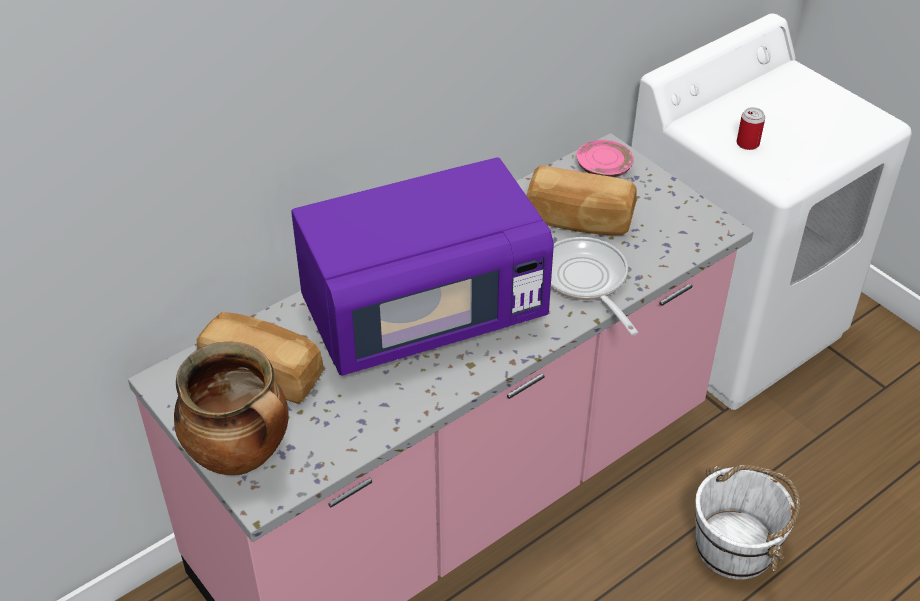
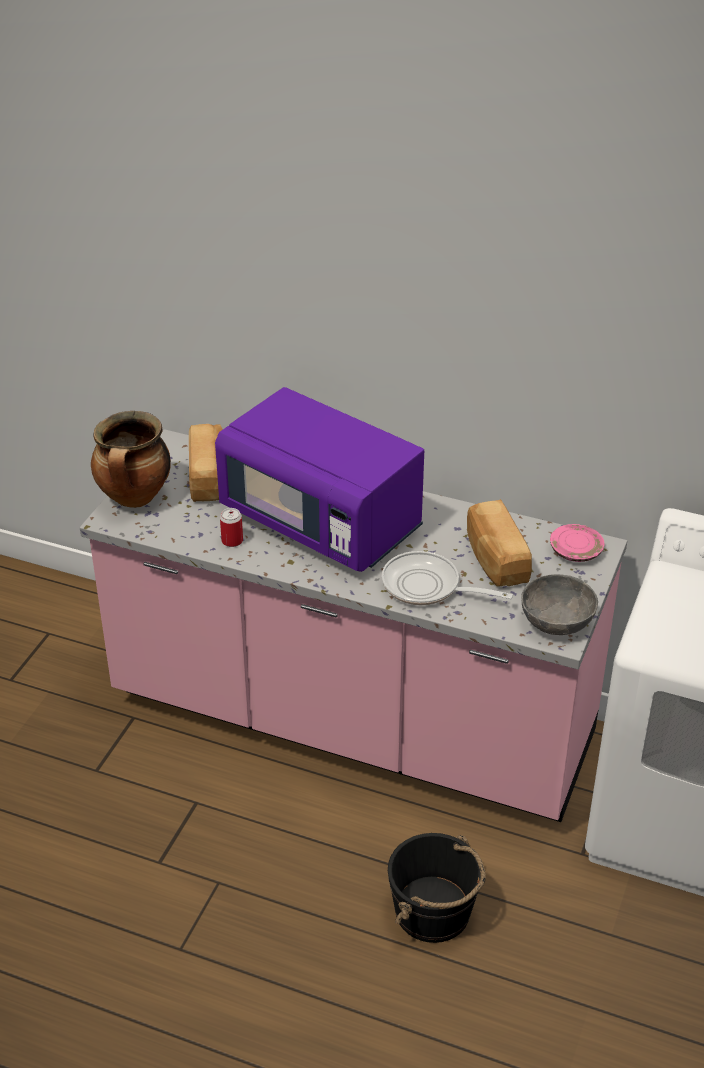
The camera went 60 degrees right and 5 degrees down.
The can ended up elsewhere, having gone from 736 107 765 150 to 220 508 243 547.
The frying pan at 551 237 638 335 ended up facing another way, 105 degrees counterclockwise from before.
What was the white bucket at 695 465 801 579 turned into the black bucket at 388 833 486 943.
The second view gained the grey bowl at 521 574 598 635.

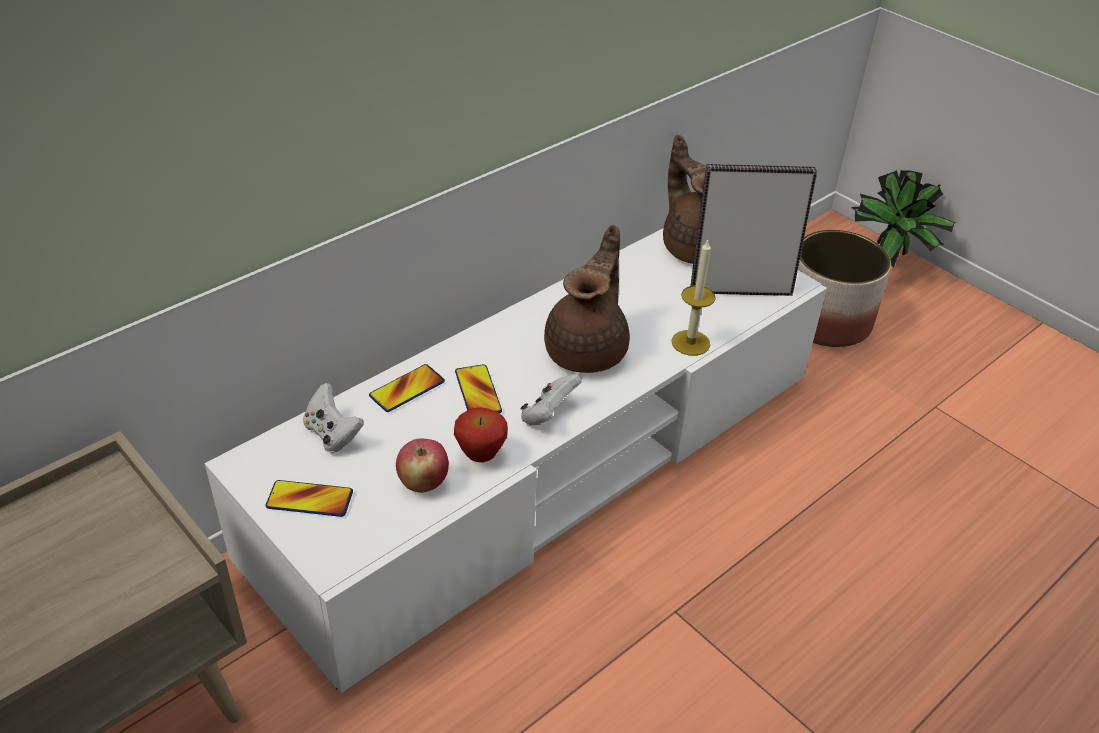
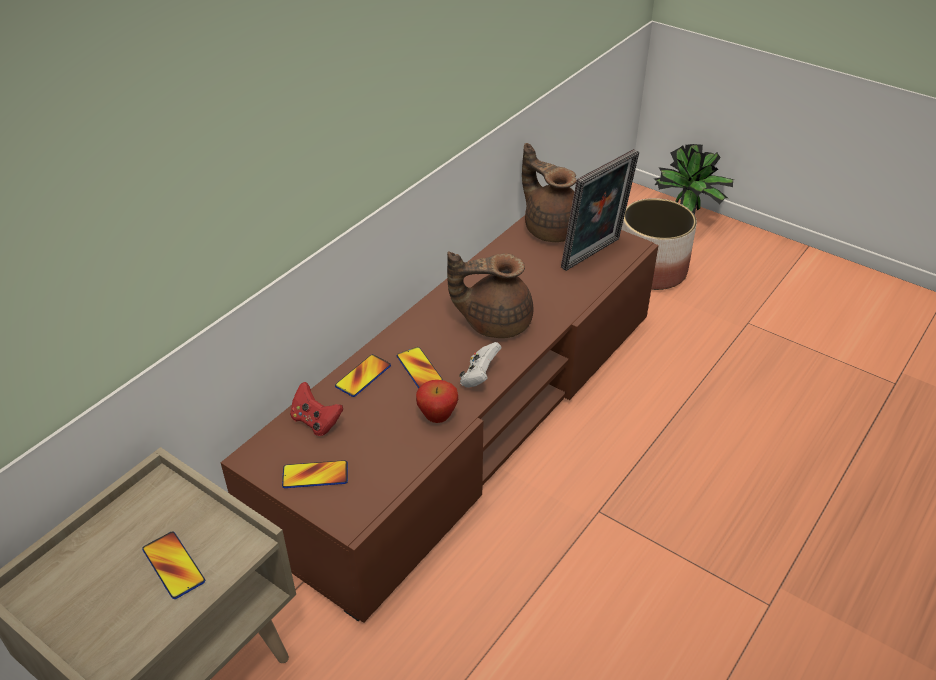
The camera went 10 degrees left and 0 degrees up.
The picture frame at 690 164 817 296 ended up facing another way, 150 degrees clockwise from before.
The brown teapot at 544 225 630 373 ended up facing another way, 105 degrees counterclockwise from before.
What was the white tv stand at 205 228 827 693 turned into the brown tv stand at 221 215 659 623.
The second view lost the candle at 671 239 716 356.
What was the white game controller at 303 383 364 453 turned into the red game controller at 290 382 343 436.
The second view lost the apple at 396 439 449 493.
The second view gained the phone at 142 532 205 599.

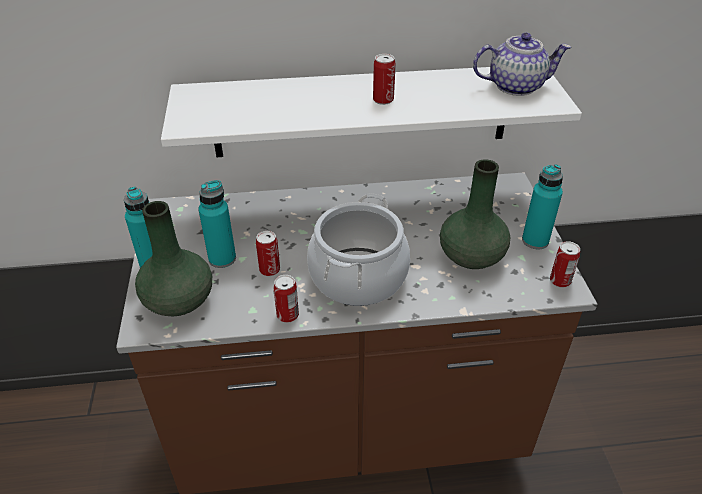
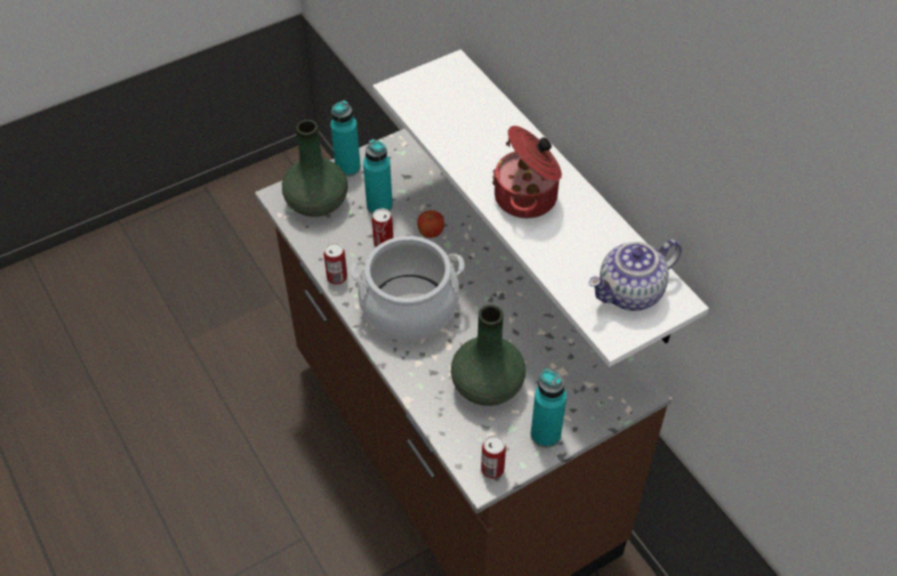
The camera went 65 degrees right and 10 degrees up.
The teapot at 473 33 571 96 ended up facing another way, 90 degrees clockwise from before.
Where the can stood at 373 54 396 105, the cooking pot came to stand at 492 126 562 218.
The second view gained the apple at 417 210 444 238.

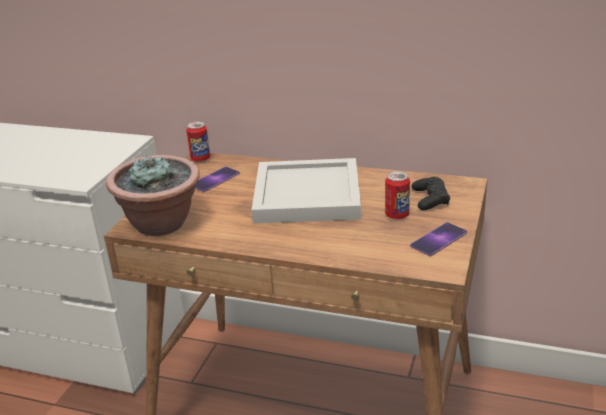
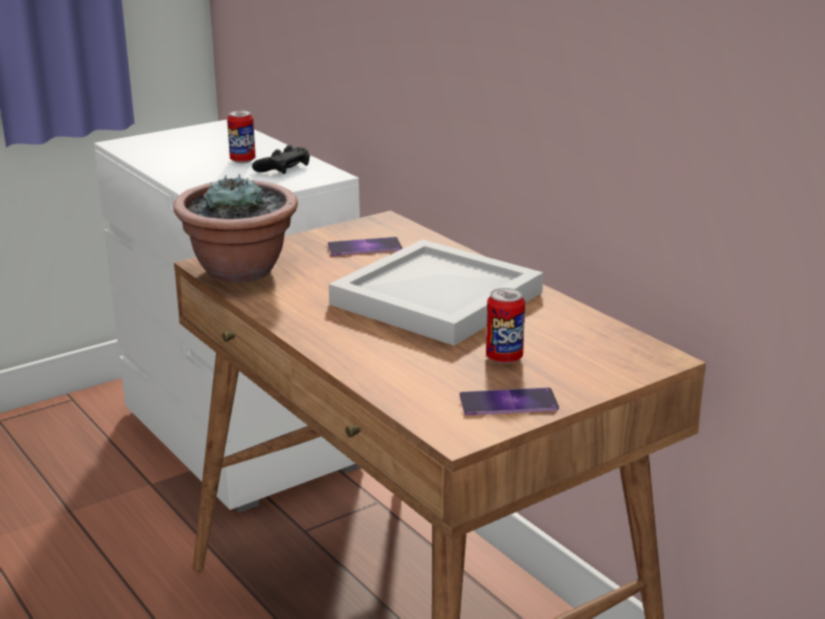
The camera went 35 degrees right and 5 degrees down.
The can ended up elsewhere, having gone from 186 122 210 162 to 227 110 256 163.
The black game controller ended up elsewhere, having gone from 411 177 450 210 to 252 145 310 174.

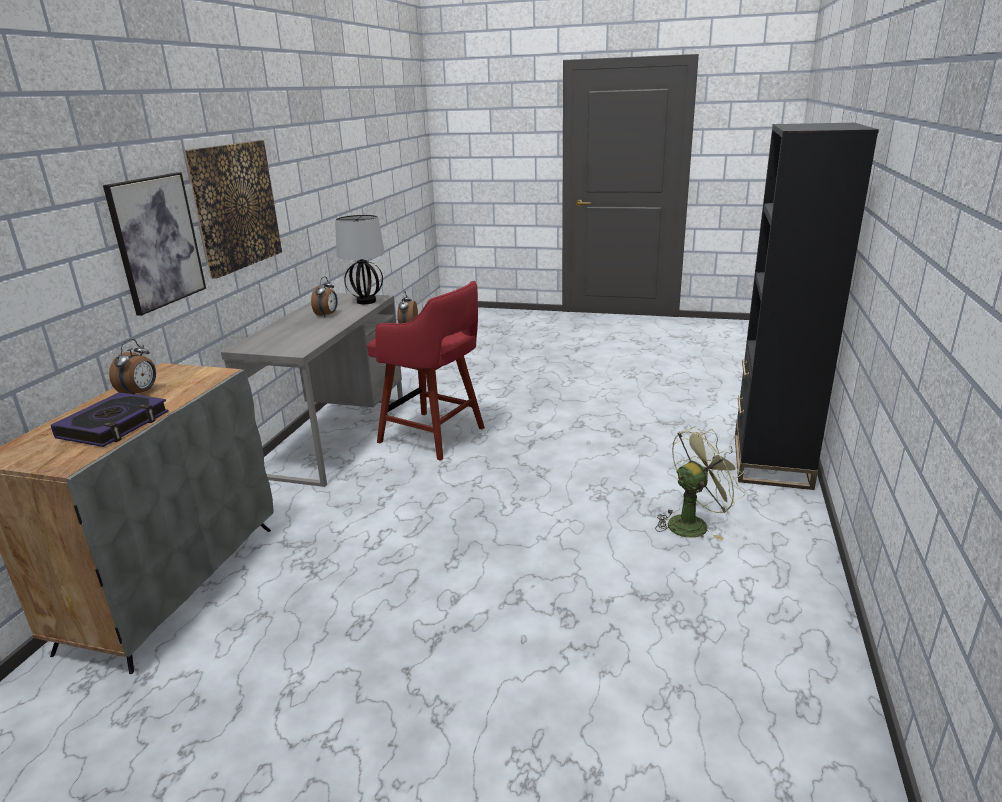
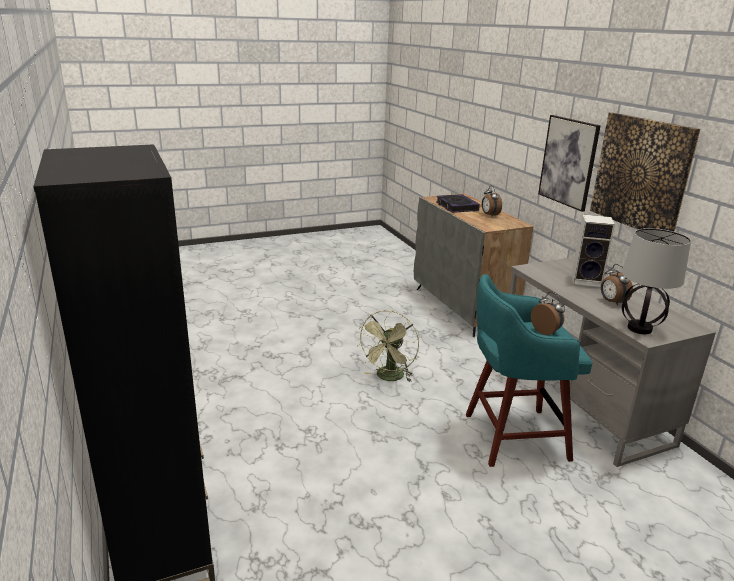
The camera went 140 degrees right and 0 degrees up.
What was the red stool at 367 281 485 461 turned into the turquoise stool at 466 274 592 467.
The green fan ended up elsewhere, having gone from 655 427 745 540 to 357 310 419 382.
The second view gained the speaker at 571 215 615 288.

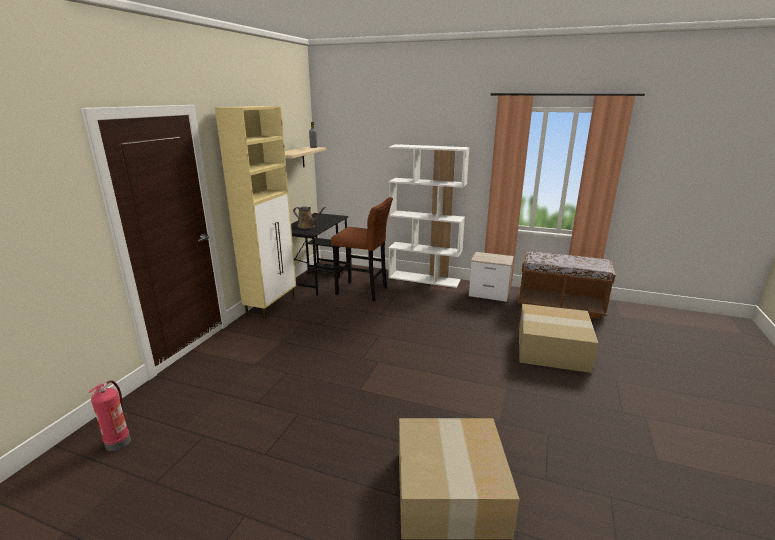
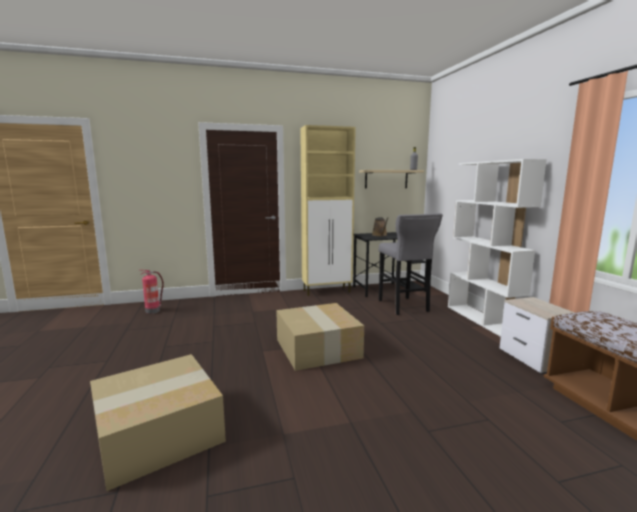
The camera went 55 degrees right and 10 degrees down.
What was the brown stool at 331 197 393 301 turned into the grey stool at 379 213 443 315.
The cardboard box ended up elsewhere, having gone from 519 304 598 373 to 276 303 364 371.

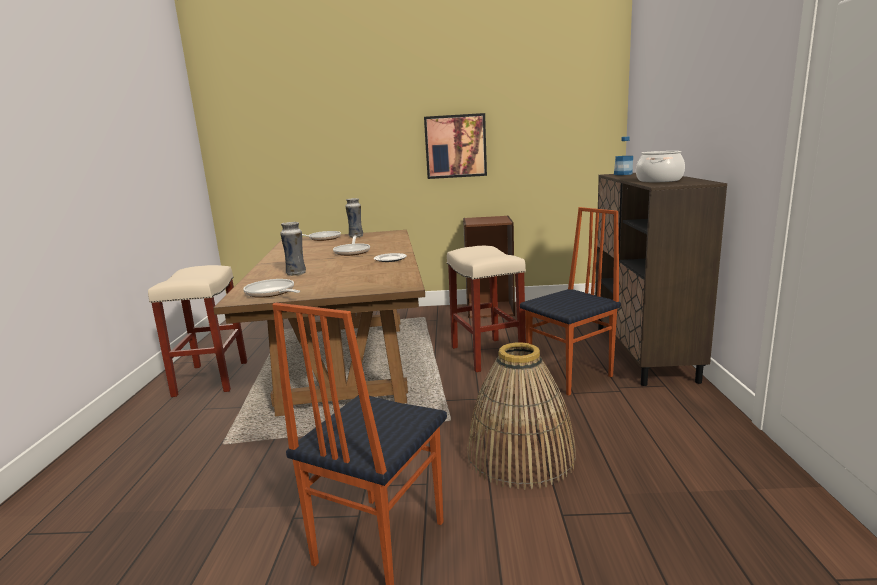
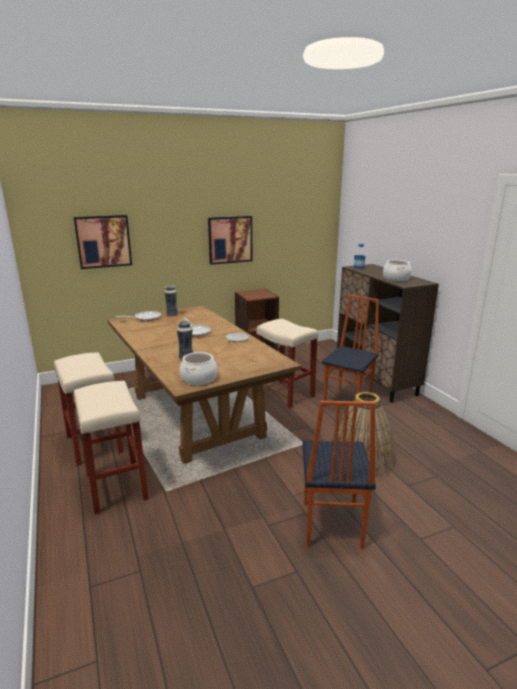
The camera went 25 degrees left and 5 degrees up.
Where the frying pan stood at 243 279 300 298, the cooking pot came to stand at 180 352 217 385.
The second view gained the picture at 74 215 132 269.
The second view gained the beige stool at 74 381 149 514.

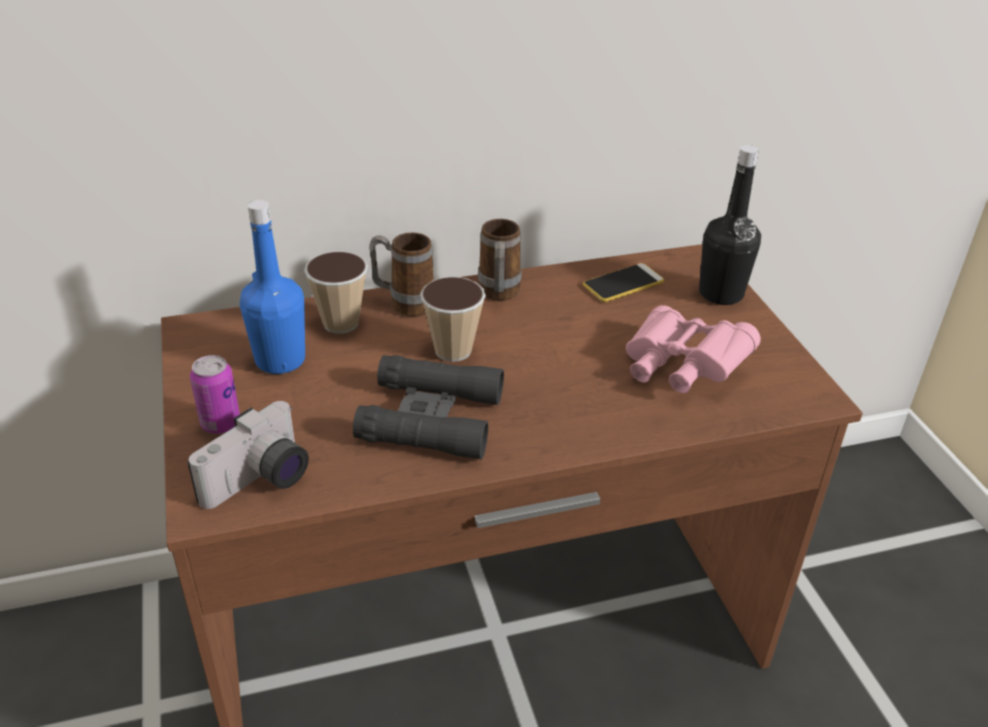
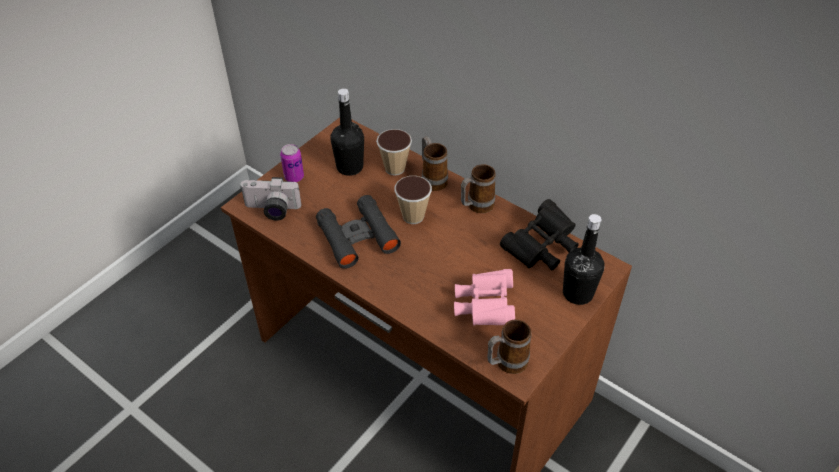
The camera went 55 degrees right and 10 degrees up.
What was the blue bottle at 240 200 305 374 turned into the black bottle at 331 88 364 176.
Where the phone stood at 583 263 664 302, the black binoculars came to stand at 500 199 579 270.
The second view gained the mug at 487 319 531 374.

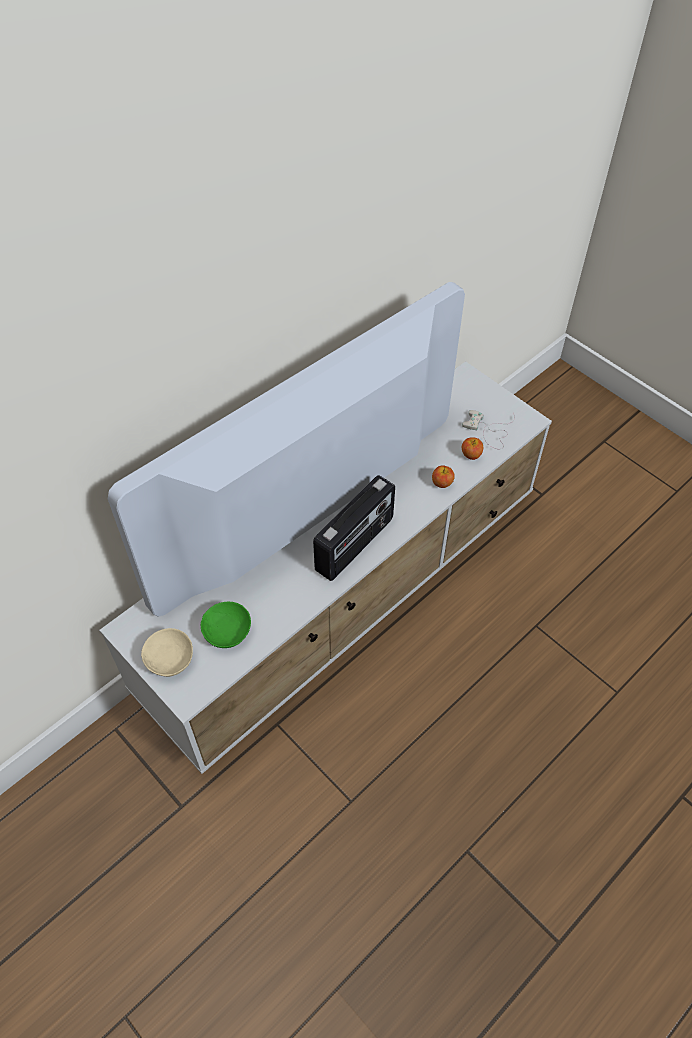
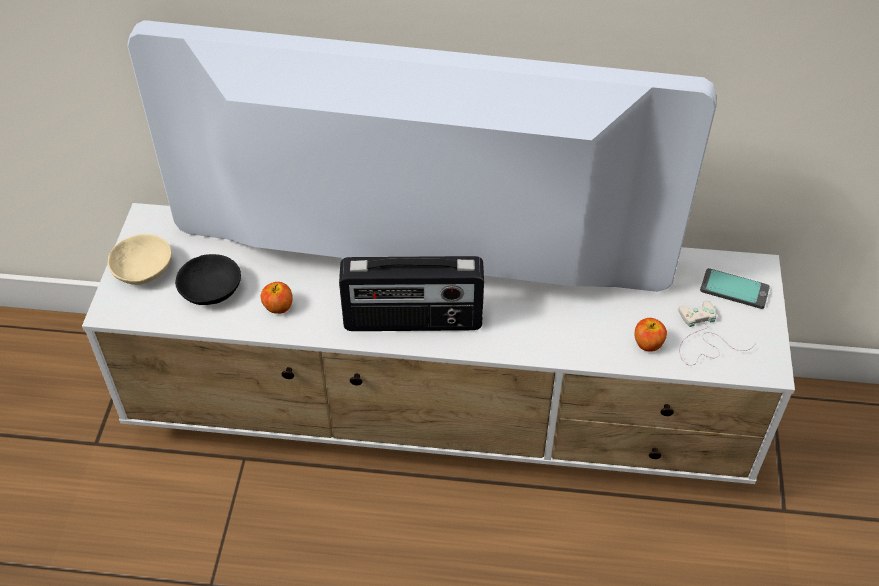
The camera went 50 degrees right and 5 degrees down.
The apple ended up elsewhere, having gone from 432 466 455 488 to 261 282 293 314.
What was the green bowl at 201 602 251 648 turned into the black bowl at 175 254 241 305.
The second view gained the phone at 700 268 770 309.

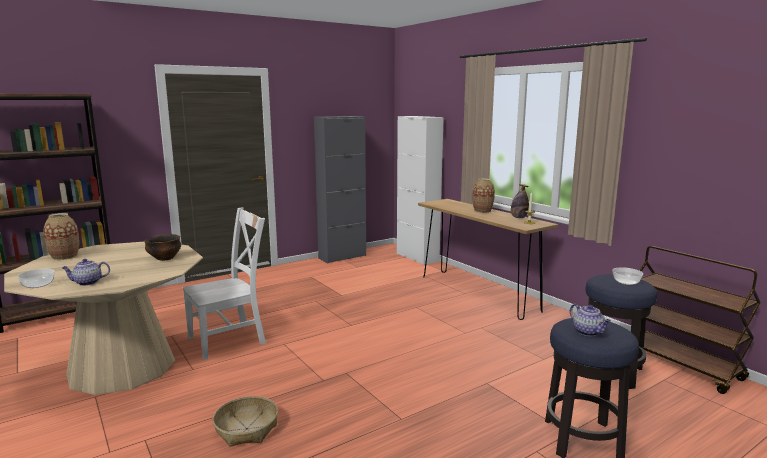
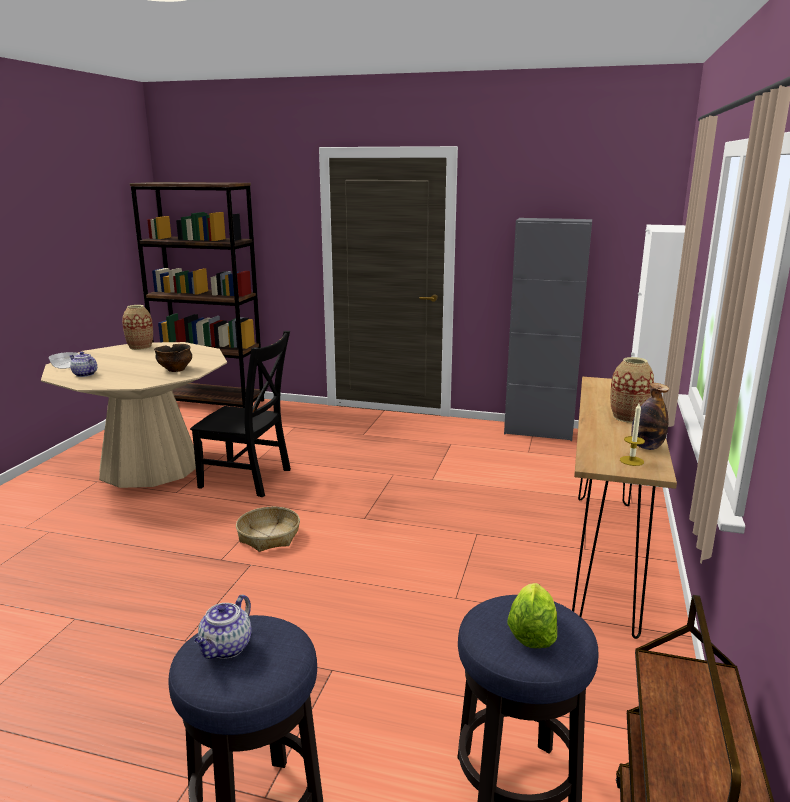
The camera went 50 degrees right and 5 degrees up.
What was the white chair at 182 207 266 360 turned into the black chair at 190 331 291 497.
Where the bowl stood at 612 267 643 285, the lettuce came to stand at 508 583 557 648.
The basket ended up elsewhere, having gone from 213 396 278 447 to 236 507 300 552.

